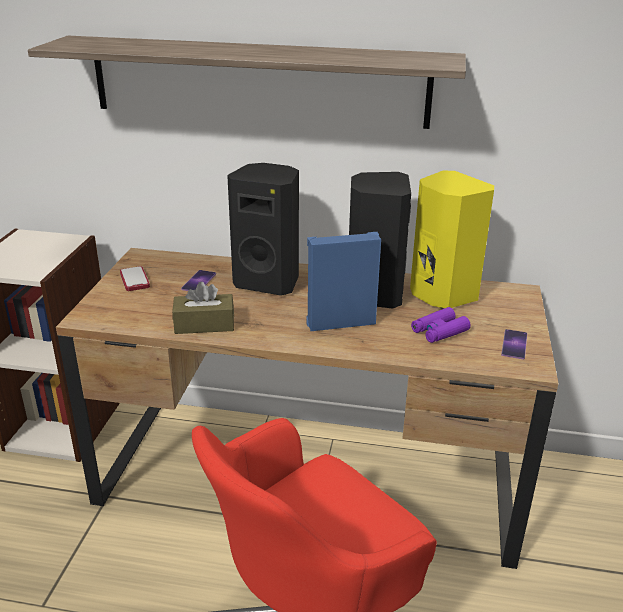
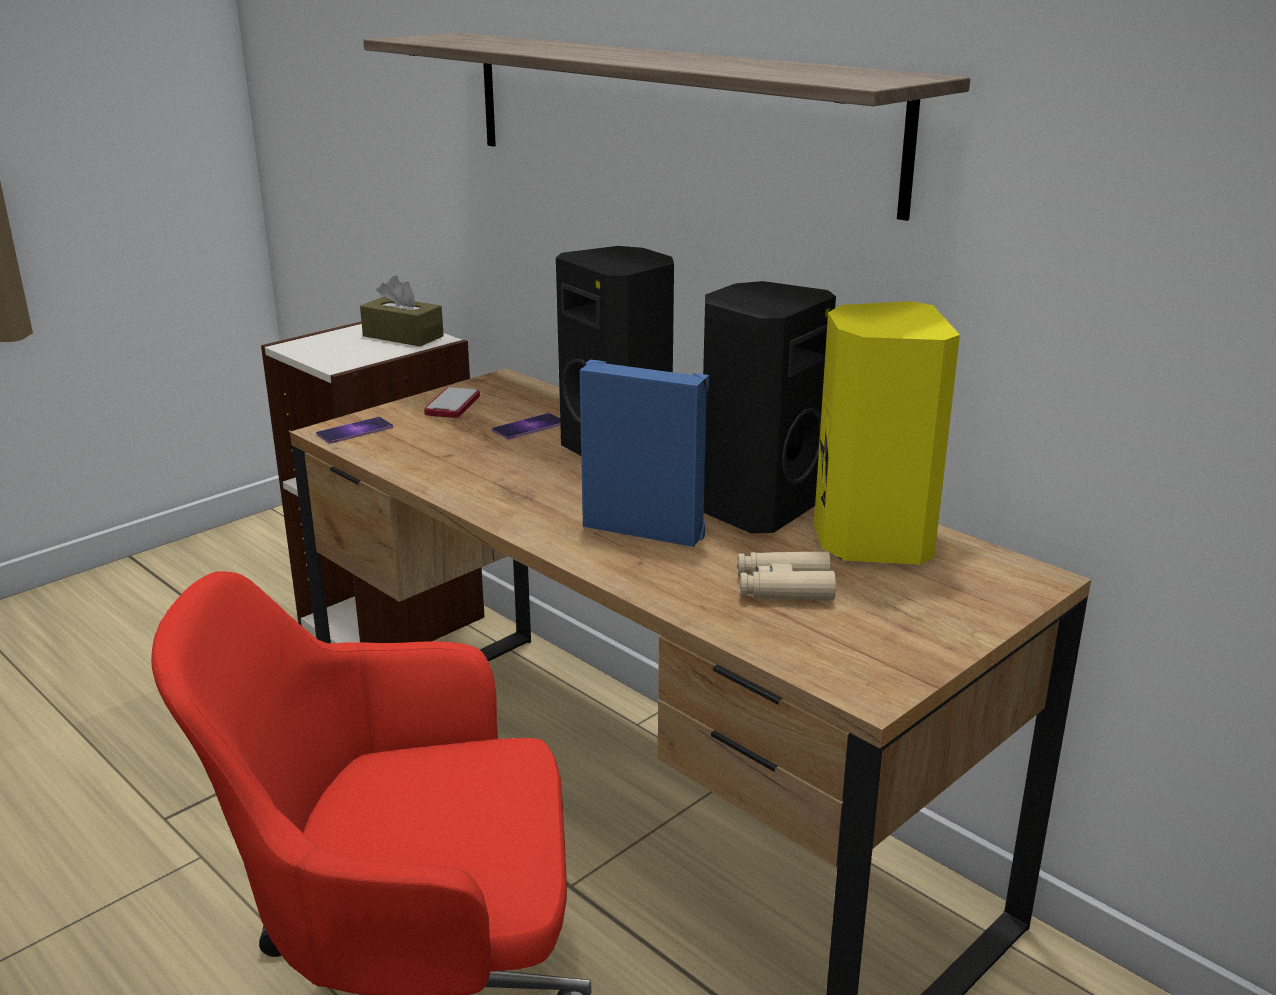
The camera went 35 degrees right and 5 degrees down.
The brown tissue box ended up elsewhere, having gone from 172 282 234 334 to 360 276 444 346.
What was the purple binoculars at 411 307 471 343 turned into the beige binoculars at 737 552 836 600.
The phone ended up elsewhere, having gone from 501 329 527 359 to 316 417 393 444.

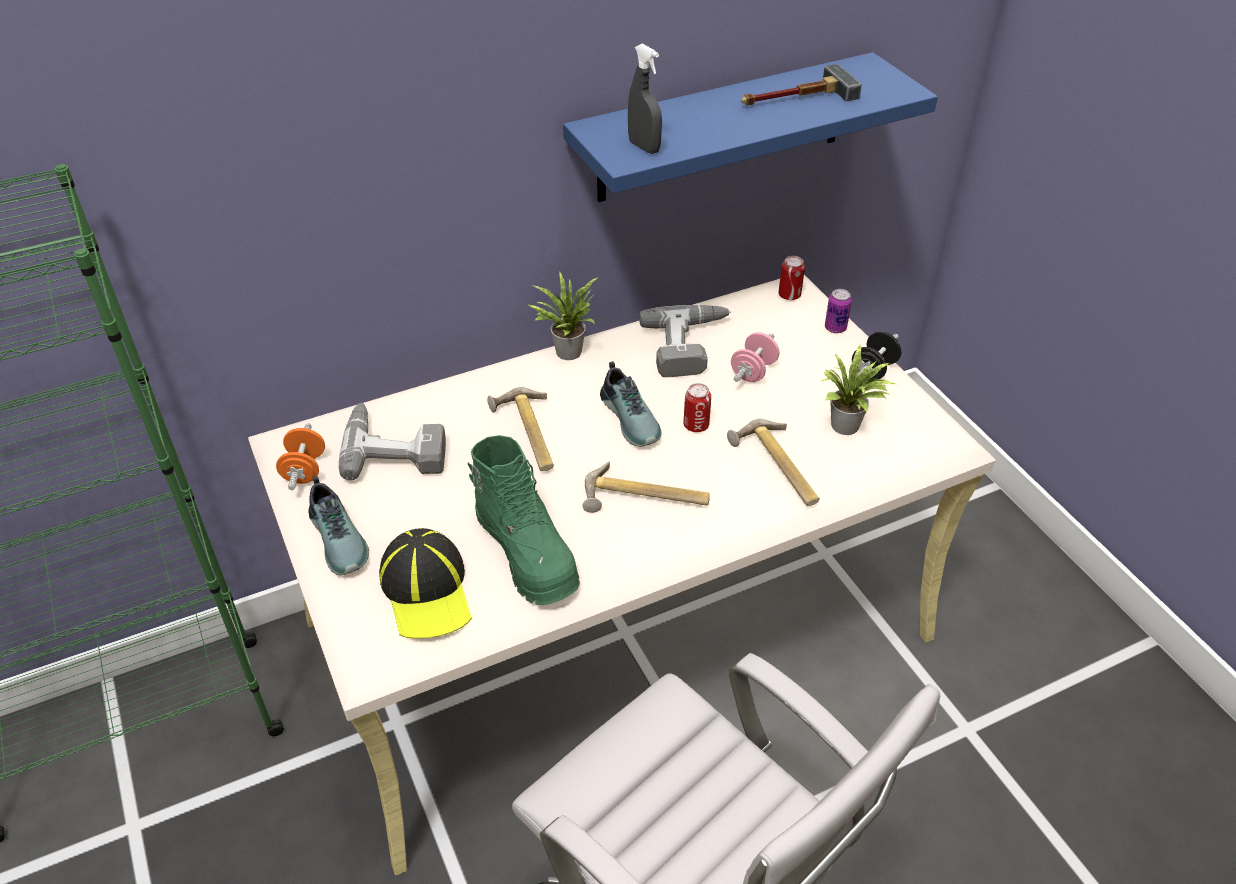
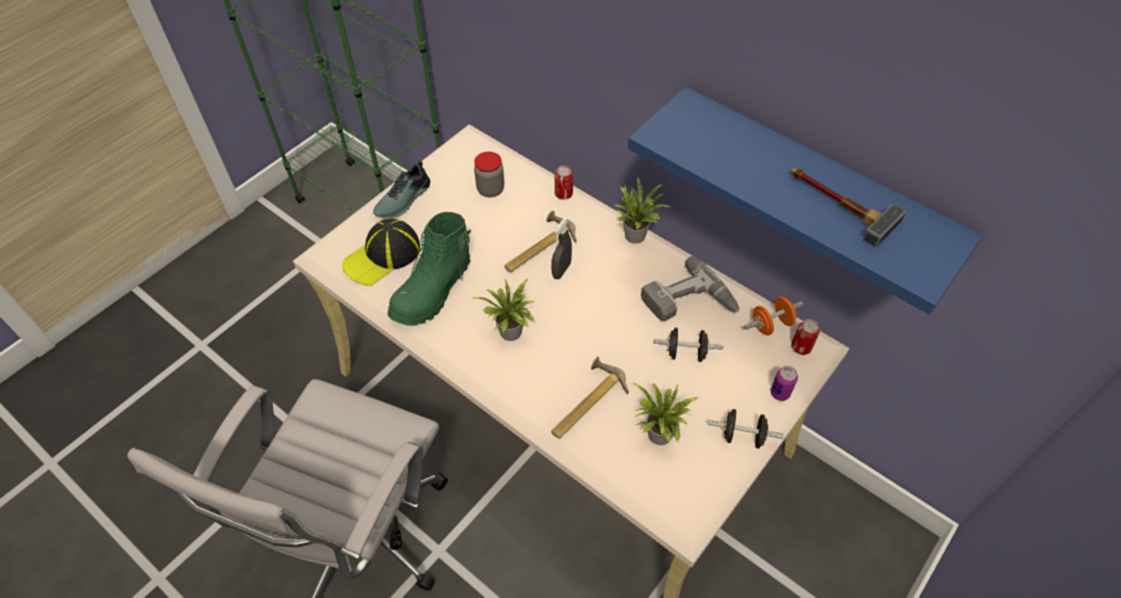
The camera went 65 degrees right and 10 degrees up.
The grey spray bottle ended up elsewhere, having gone from 628 44 662 154 to 551 218 572 279.
What was the pink dumbbell at 731 332 779 382 turned into the black dumbbell at 653 328 723 362.
The second view lost the shoe at 600 361 662 447.
The can ended up elsewhere, having gone from 683 383 711 432 to 555 166 573 200.
Where the power drill stood at 339 403 446 480, the jar came to stand at 474 152 504 197.
The orange dumbbell ended up elsewhere, having gone from 276 423 325 490 to 744 297 803 336.
Where the hammer stood at 582 461 710 513, the potted plant came to stand at 473 278 534 341.

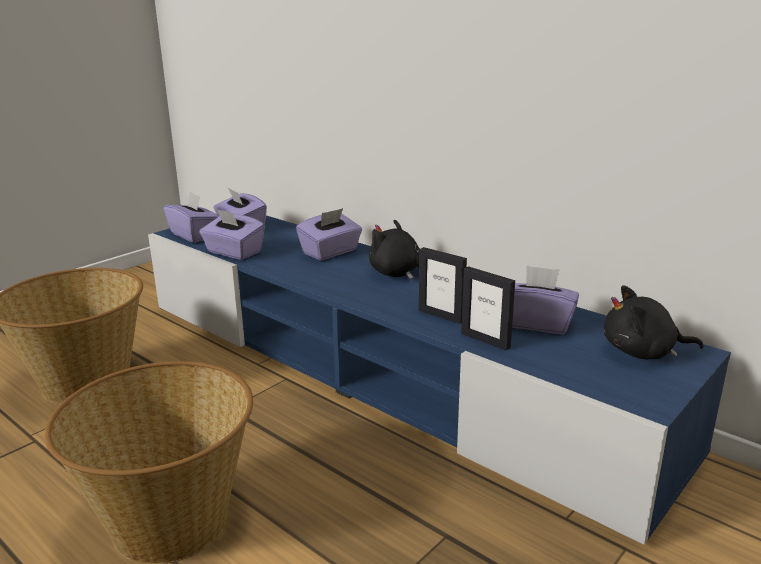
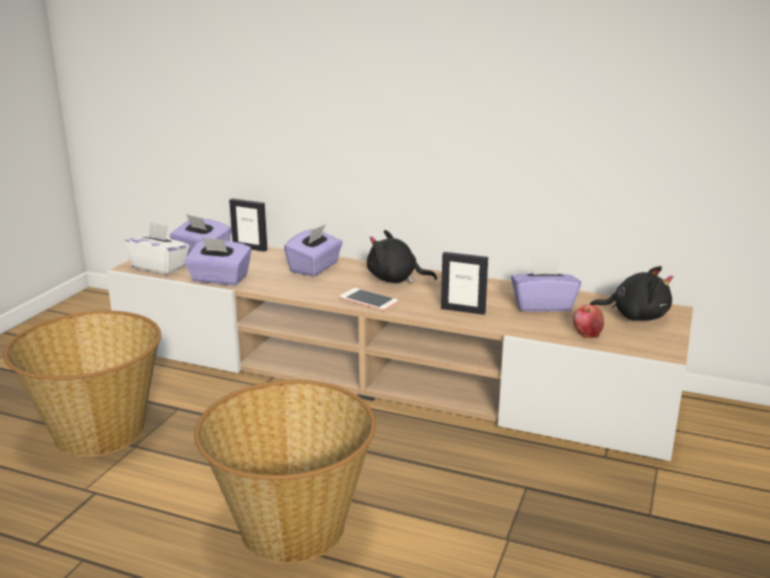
The camera went 20 degrees left and 0 degrees up.
What was the purple tissue box at 164 192 219 243 turned into the white tissue box at 123 222 190 274.
What was the blue tv stand at 148 215 731 545 turned into the beige tv stand at 106 238 693 461.
The picture frame ended up elsewhere, having gone from 461 266 515 351 to 229 198 268 252.
The black plush toy at 604 285 703 360 ended up facing another way, 150 degrees counterclockwise from before.
The second view gained the phone at 339 288 398 311.
The second view gained the apple at 573 305 604 338.

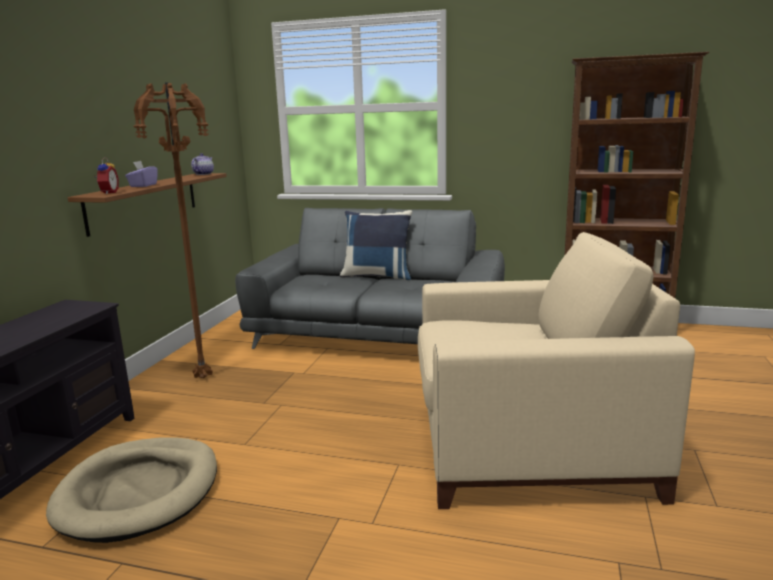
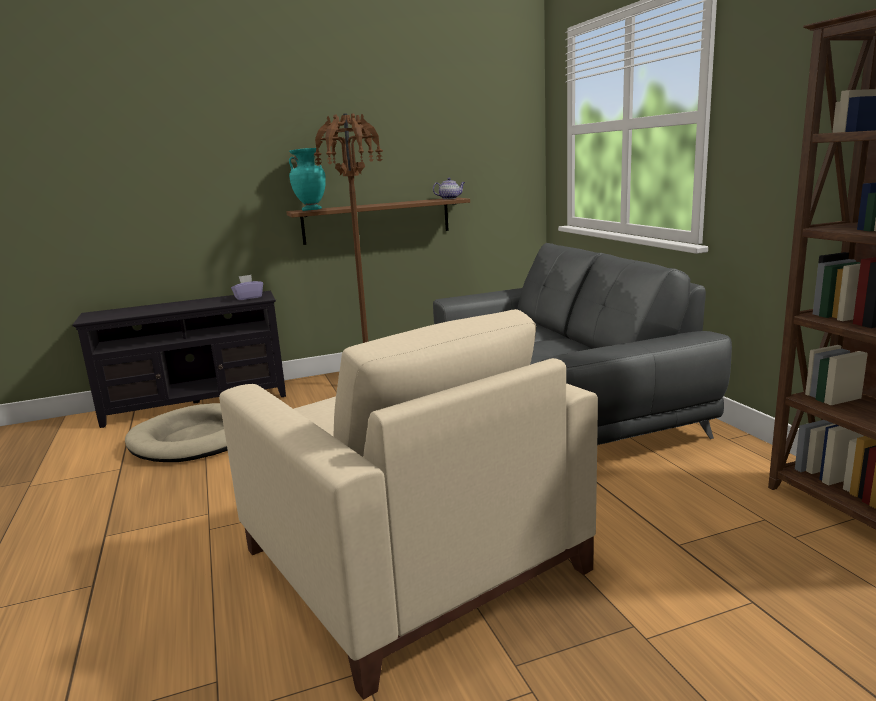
The camera went 55 degrees right and 0 degrees up.
Where the alarm clock stood at 95 157 119 194, the turquoise vase came to stand at 289 148 326 211.
The purple tissue box ended up elsewhere, having gone from 125 161 158 187 to 231 275 263 300.
The second view lost the blue pillow at 340 210 412 280.

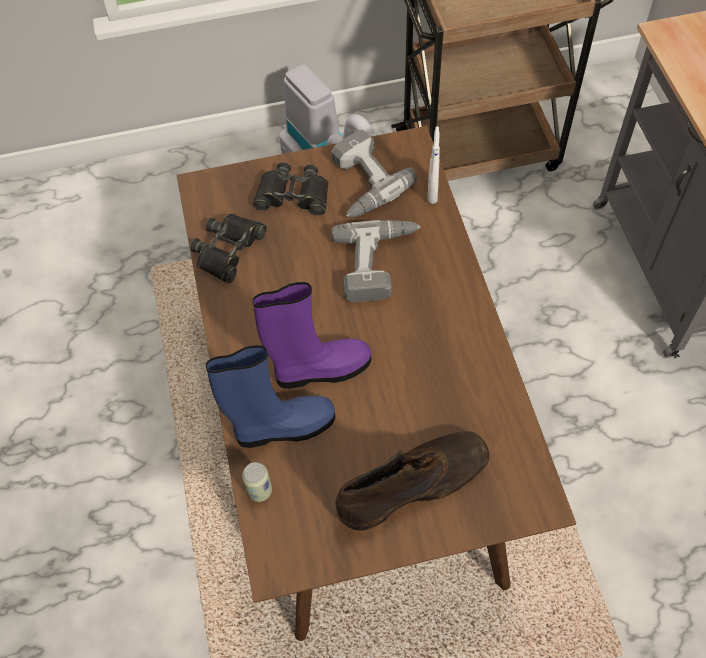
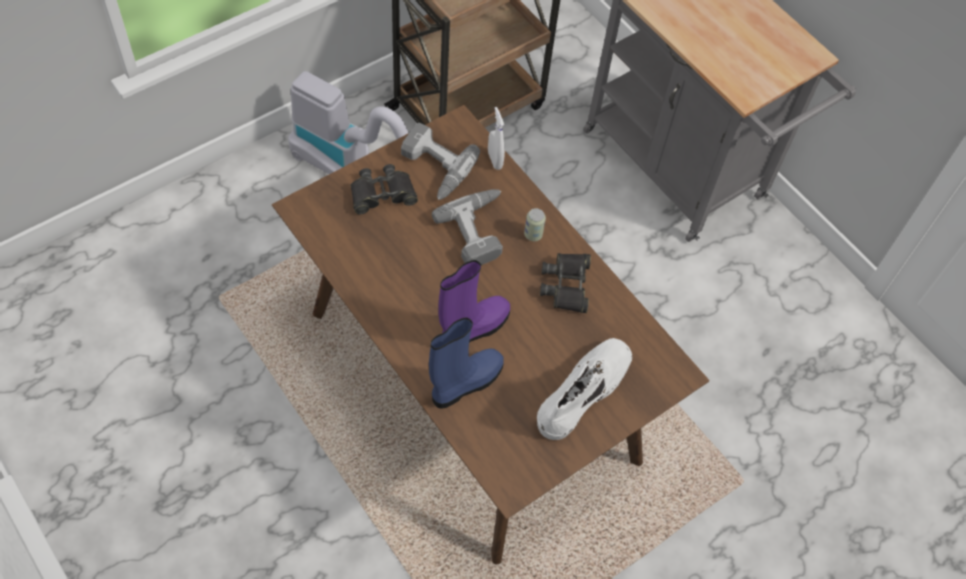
The camera went 30 degrees left and 0 degrees up.
The black binoculars ended up elsewhere, having gone from 190 214 267 283 to 540 253 591 313.
What was the brown boot at 335 431 489 531 turned into the white boot at 537 338 632 440.
The can ended up elsewhere, having gone from 242 462 272 502 to 524 208 546 241.

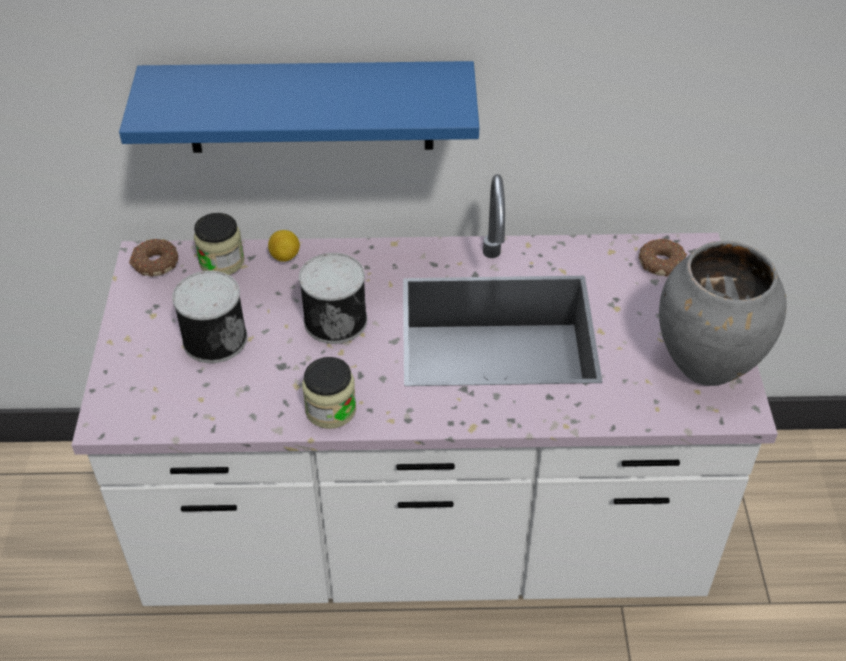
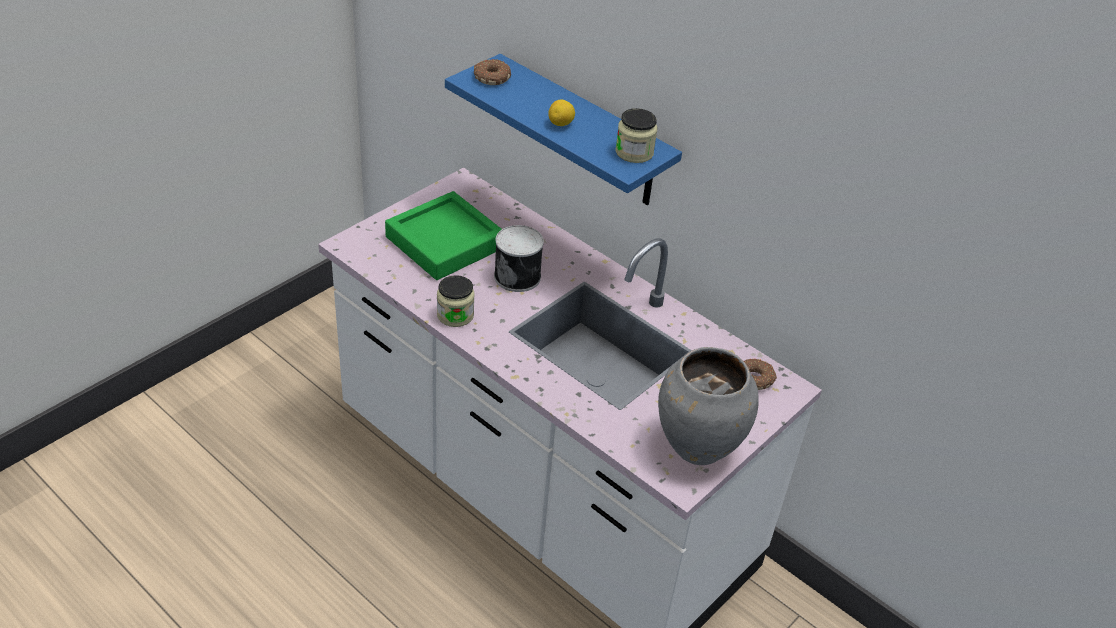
The camera went 40 degrees right and 5 degrees down.
The jar ended up elsewhere, having gone from 194 213 245 275 to 615 108 658 163.
The lemon ended up elsewhere, having gone from 268 230 300 262 to 548 100 575 126.
The donut ended up elsewhere, having gone from 129 239 178 277 to 474 59 511 85.
Where the can stood at 172 271 247 363, the green tray came to stand at 385 191 502 280.

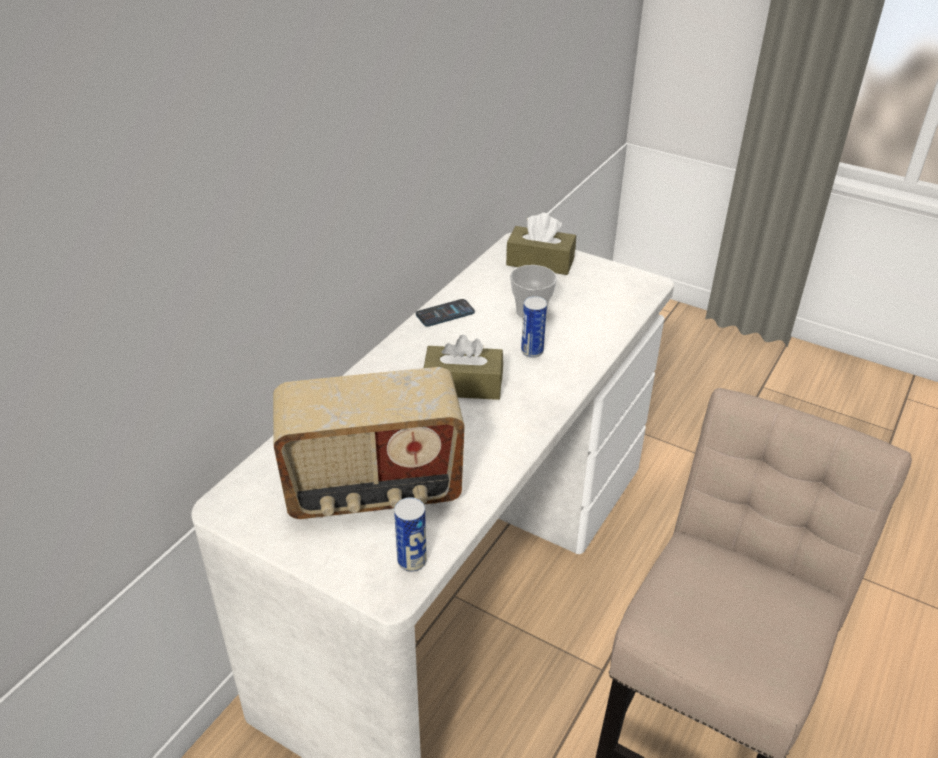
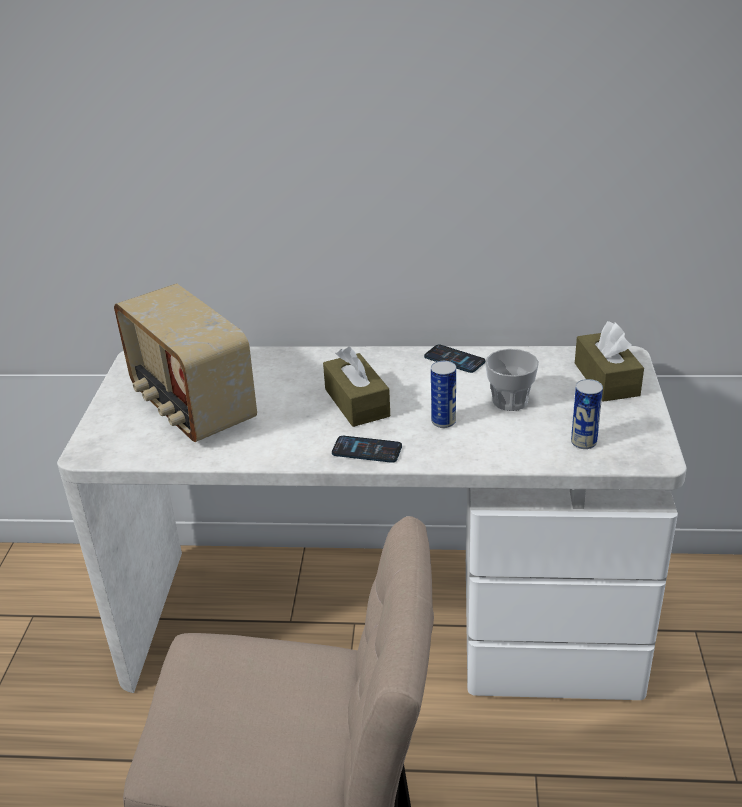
The camera went 65 degrees right and 5 degrees down.
The can ended up elsewhere, having gone from 394 497 427 572 to 571 379 603 449.
The second view gained the phone at 332 436 402 463.

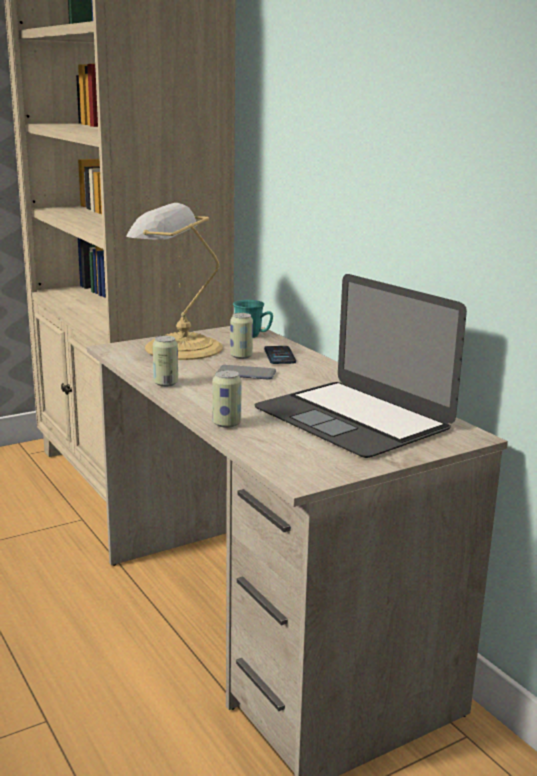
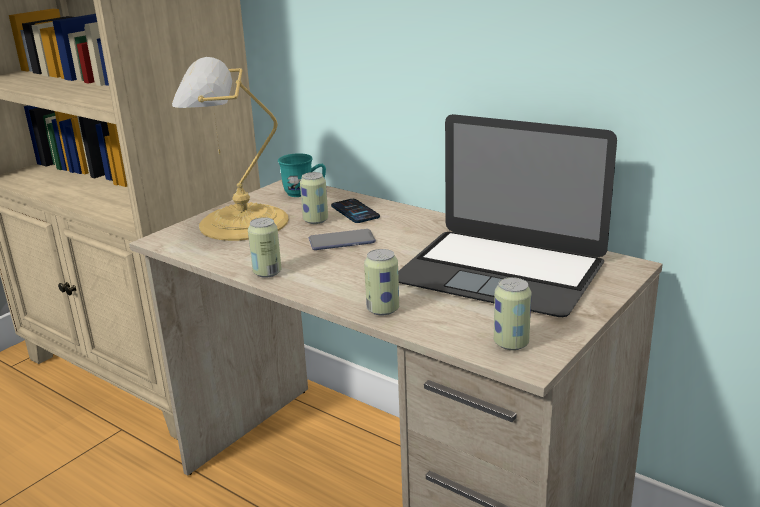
The camera went 20 degrees left and 5 degrees up.
The second view gained the can at 494 277 532 350.

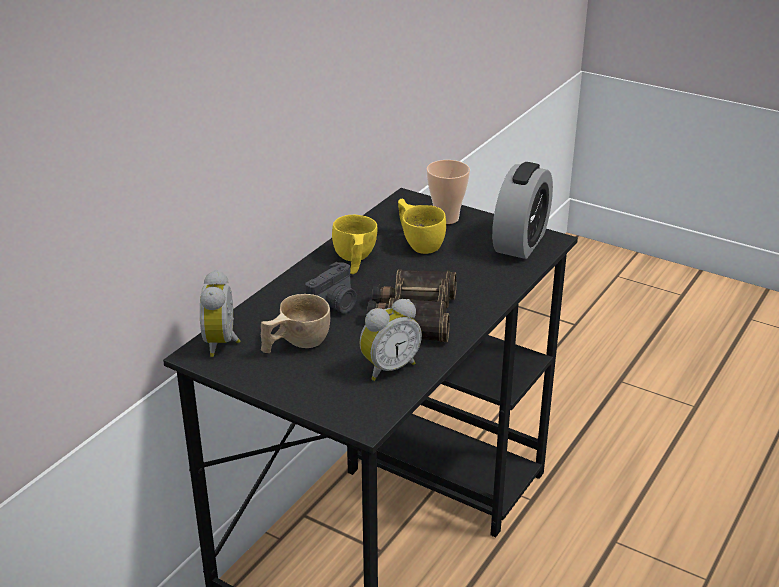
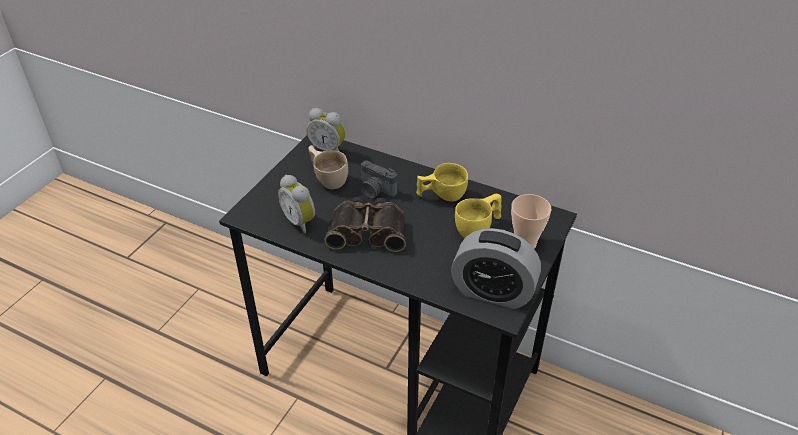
The camera went 85 degrees right and 10 degrees up.
The alarm clock at 200 270 241 357 ended up facing another way, 150 degrees counterclockwise from before.

